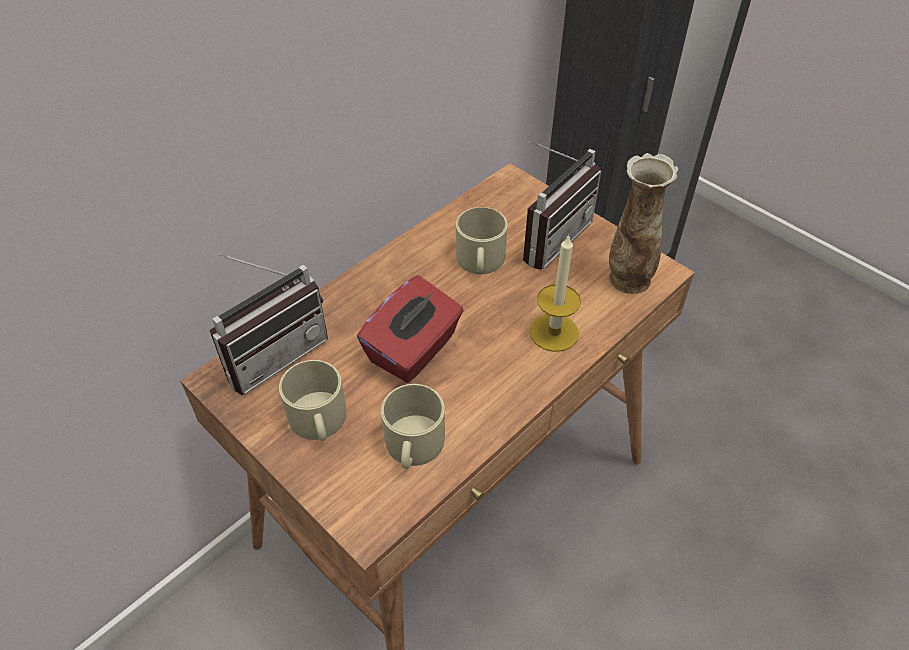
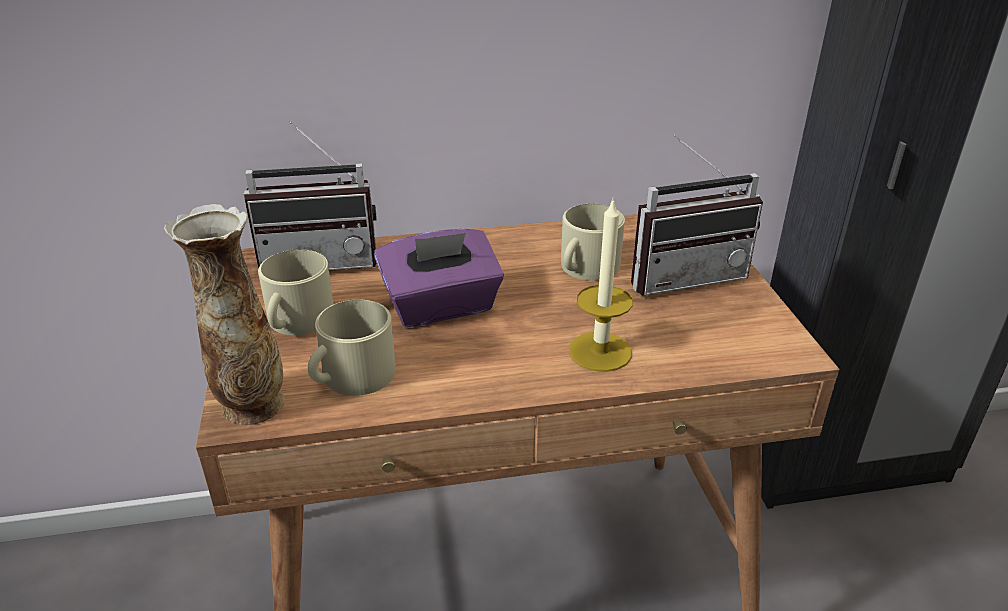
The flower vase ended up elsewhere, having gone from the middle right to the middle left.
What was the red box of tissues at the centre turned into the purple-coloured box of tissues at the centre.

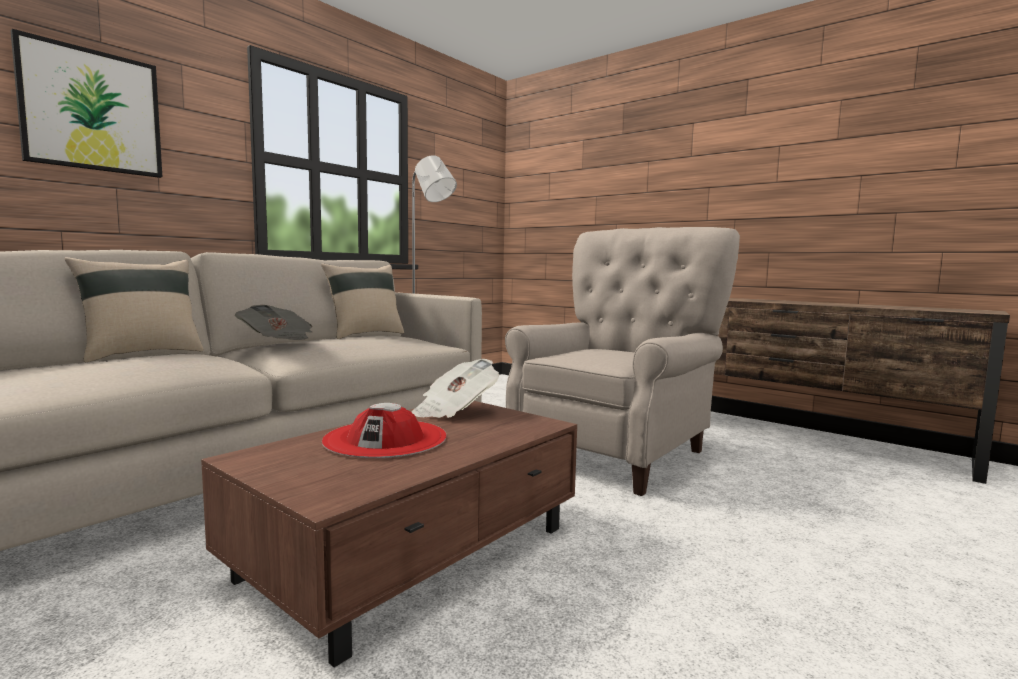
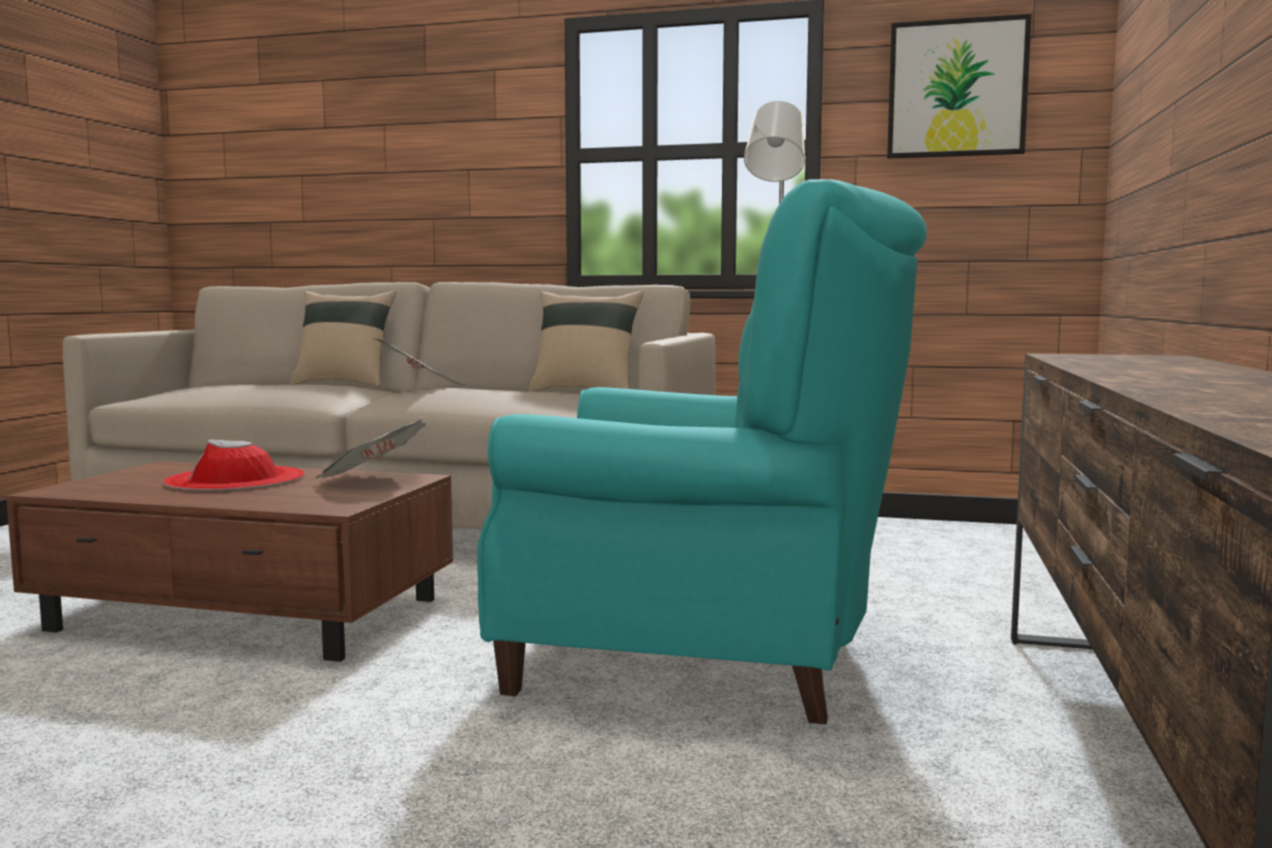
The picture ended up elsewhere, having gone from the top left to the top right.
What was the beige armchair at the centre turned into the turquoise-coloured armchair at the centre.

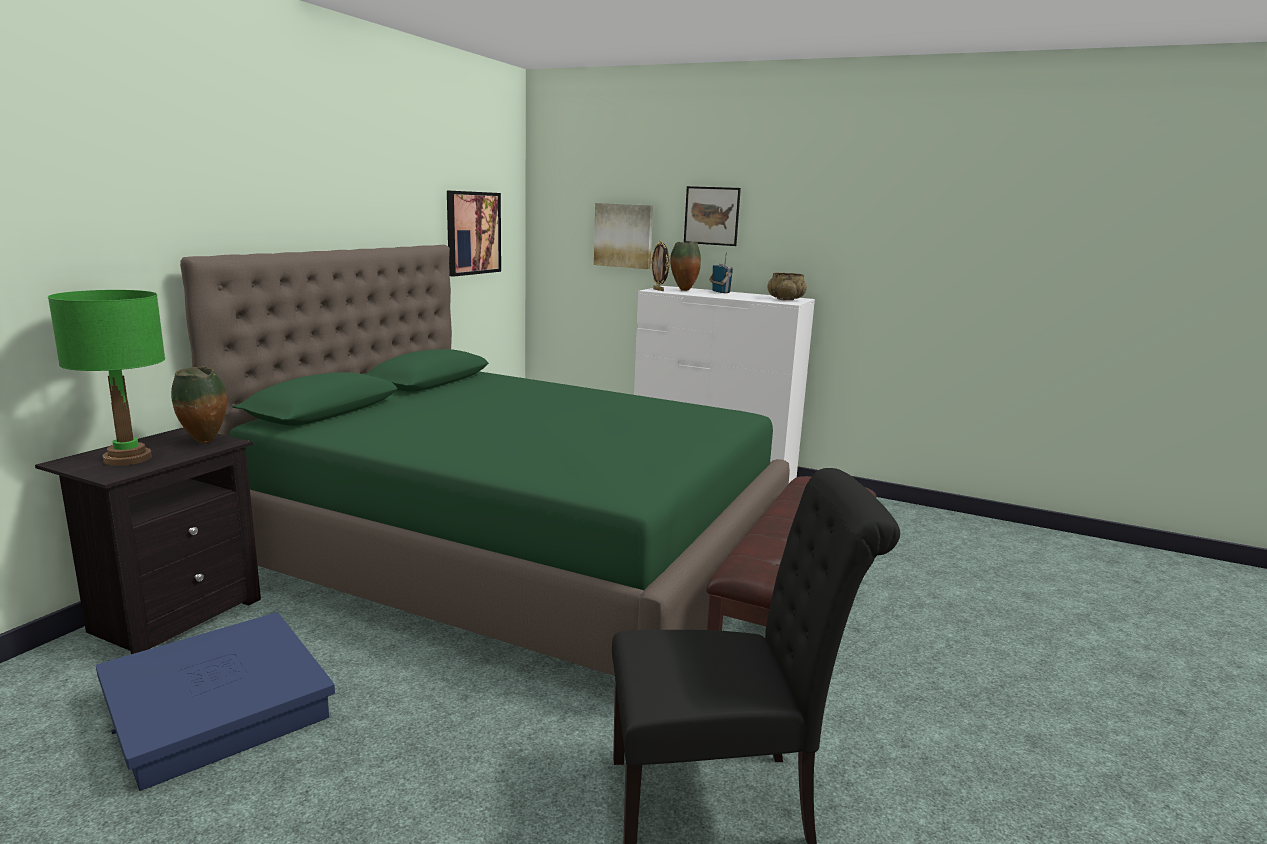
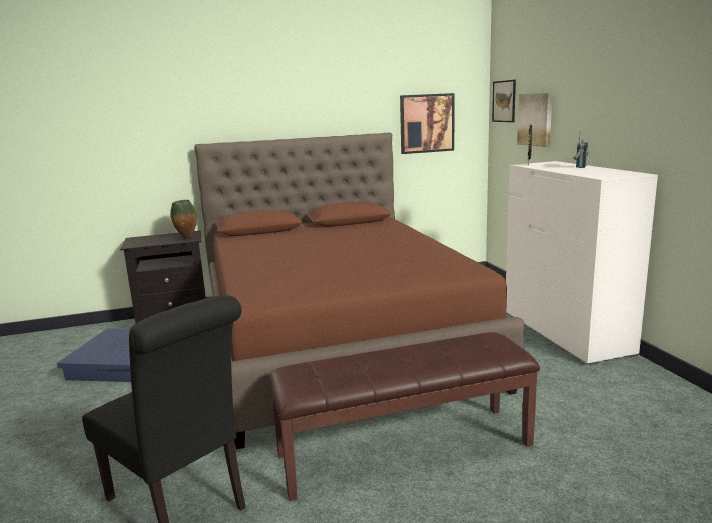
The picture (3rd from left in the first image) ended up elsewhere, having gone from the top centre to the top right.
The second view lost the flower vase (2nd from left) at the top centre.
What was the green bed at the centre turned into the brown bed at the centre.
The second view lost the beige bowl at the centre.
The second view lost the green lamp for a table at the middle left.

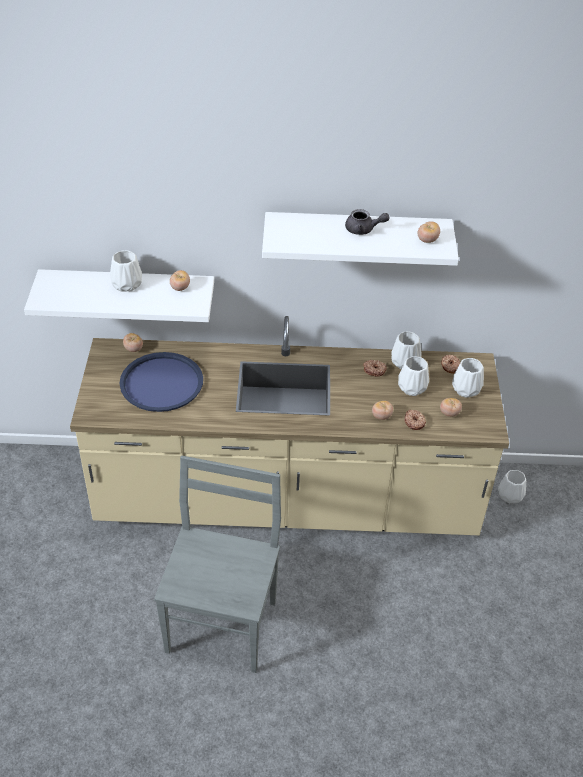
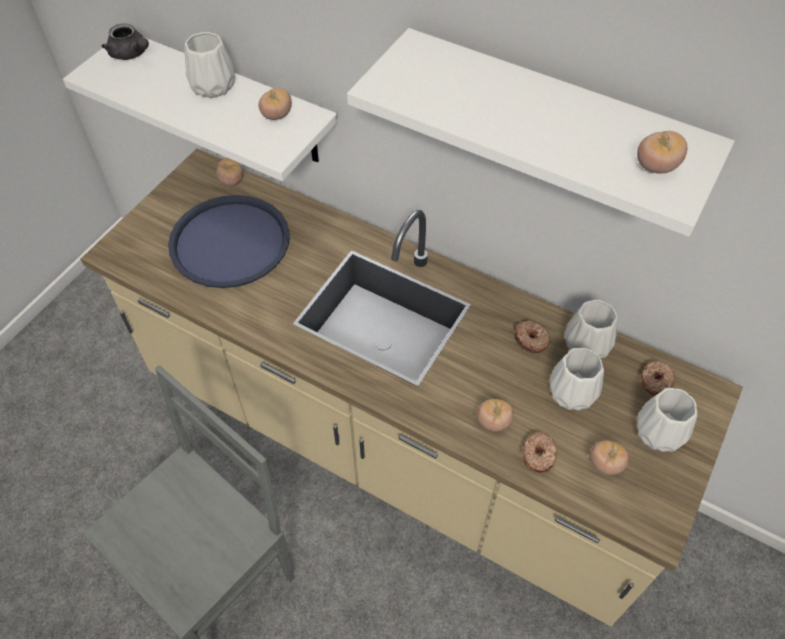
The greyish pot for tea ended up elsewhere, having gone from the top centre to the top left.
The second view lost the whitish flower vase (5th from left) at the middle right.

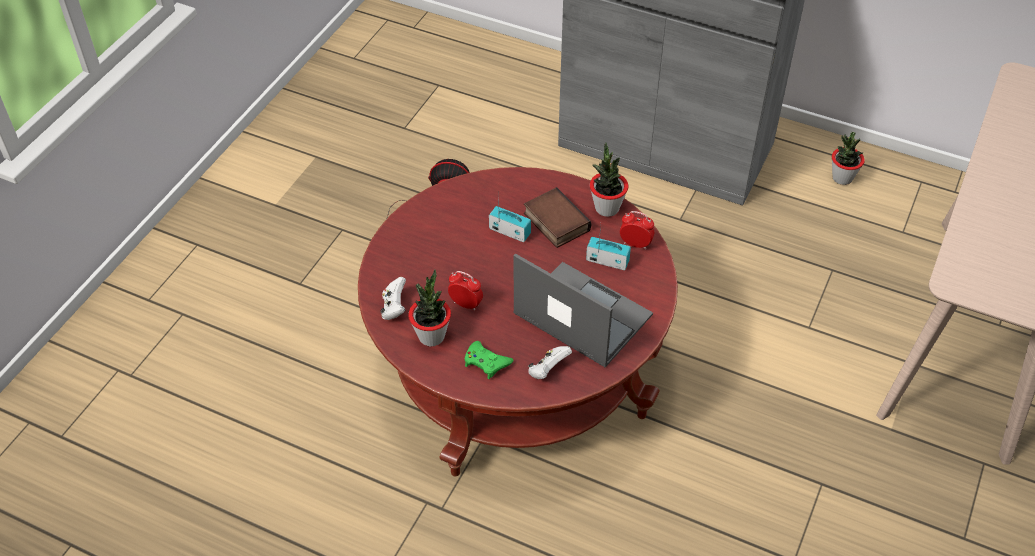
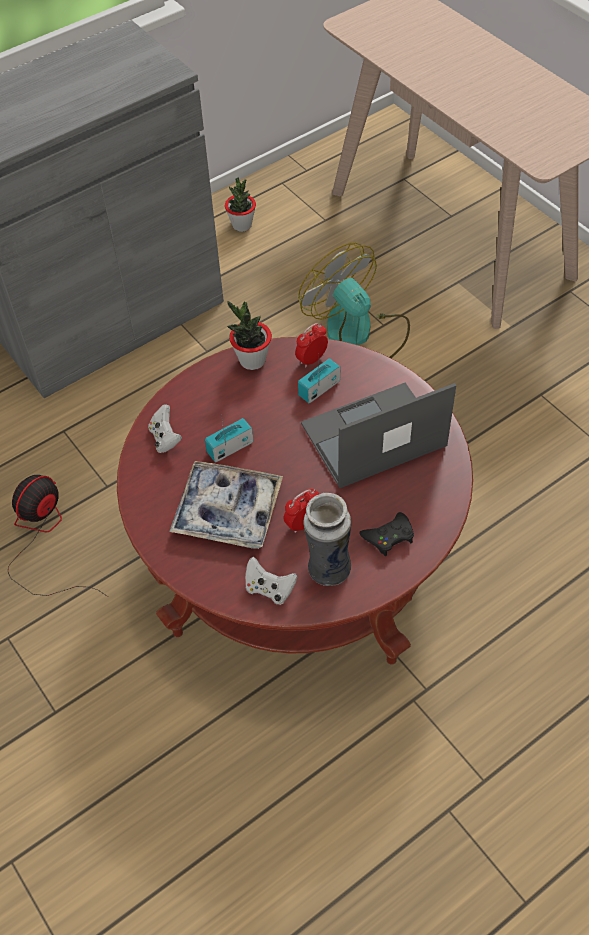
The second view lost the volume at the centre.
Where the houseplant (1st from left) stood at the centre, the flower vase came to stand at the centre.
What was the green gamepad at the centre turned into the blackish gamepad at the centre.
The whitish gamepad (2nd from left in the first image) ended up elsewhere, having gone from the centre to the middle left.
The second view gained the fan (2nd from left) at the top centre.
The second view gained the carrying tray at the centre.

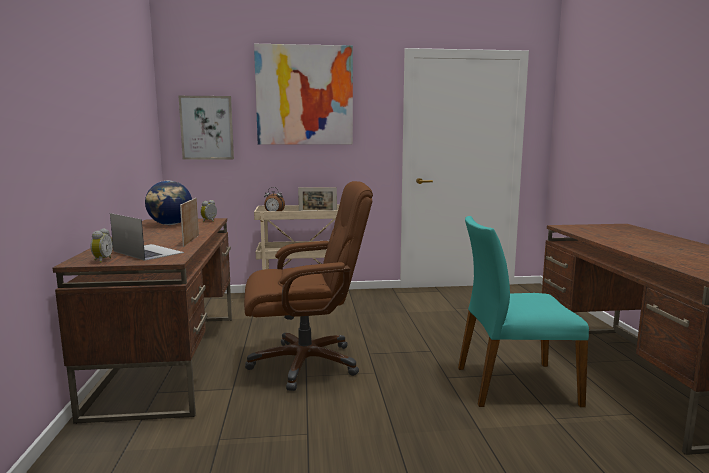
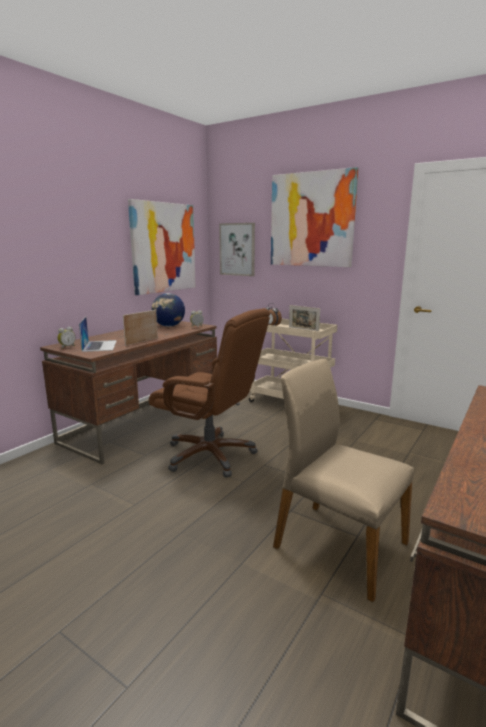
What was the turquoise-coloured chair at the middle right turned into the beige chair at the middle right.
The second view gained the picture (1st from left) at the centre.

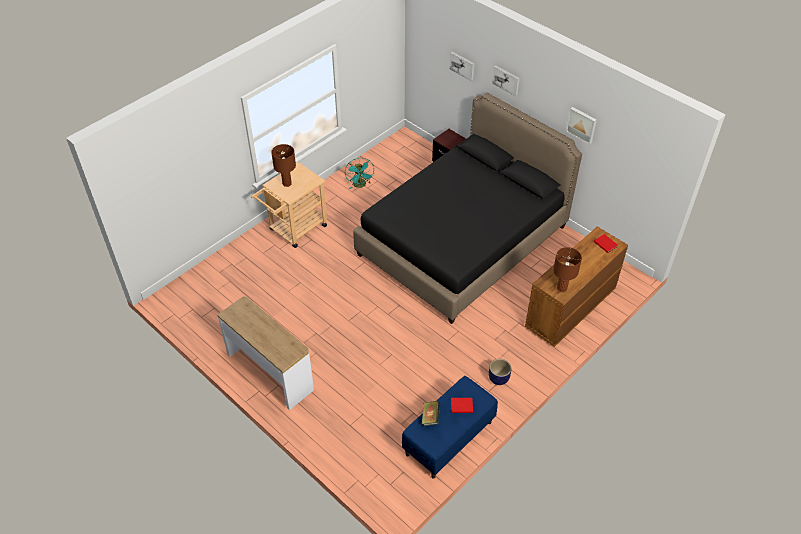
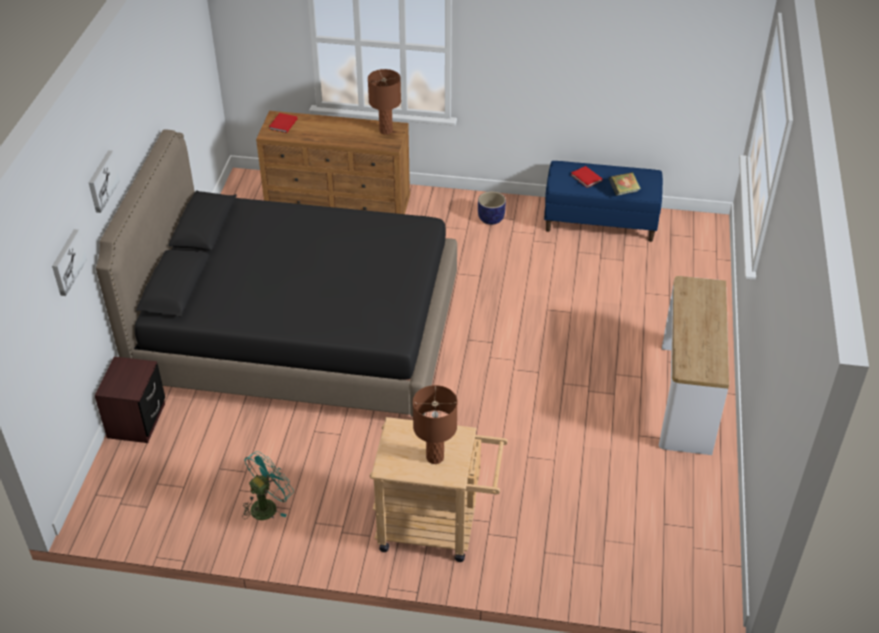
The second view lost the picture (3rd from left) at the top right.

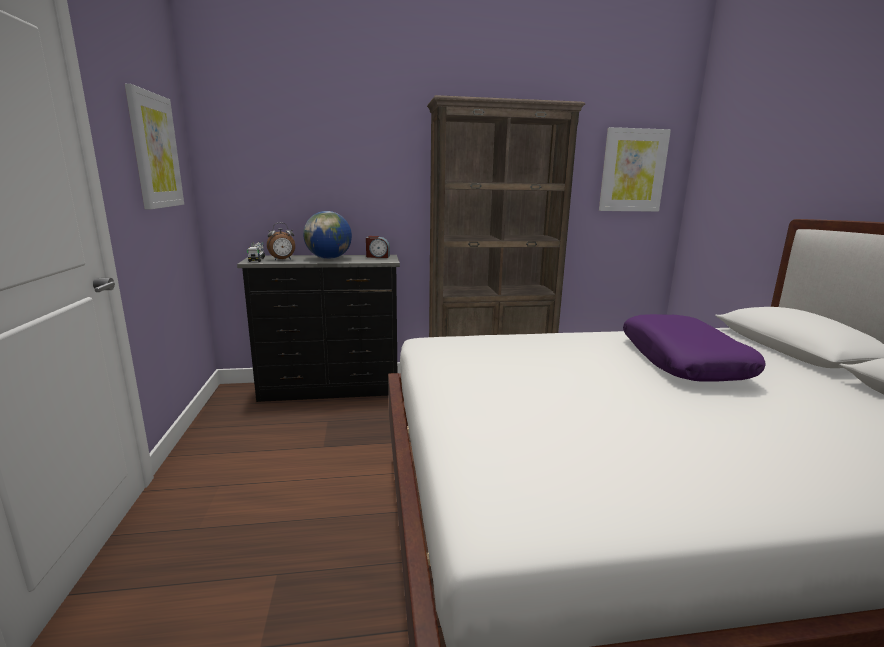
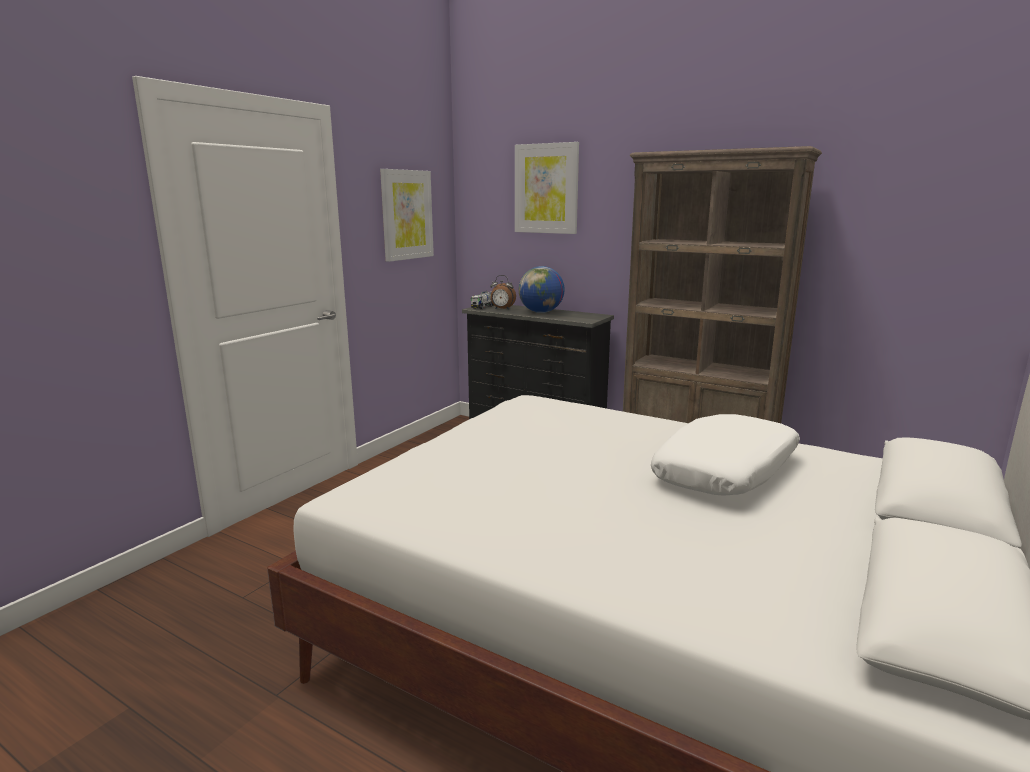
The picture (2nd from left) ended up elsewhere, having gone from the top right to the top centre.
The second view lost the bedside clock (2nd from left) at the centre.
What was the purple-coloured cushion at the middle right turned into the whitish cushion at the middle right.

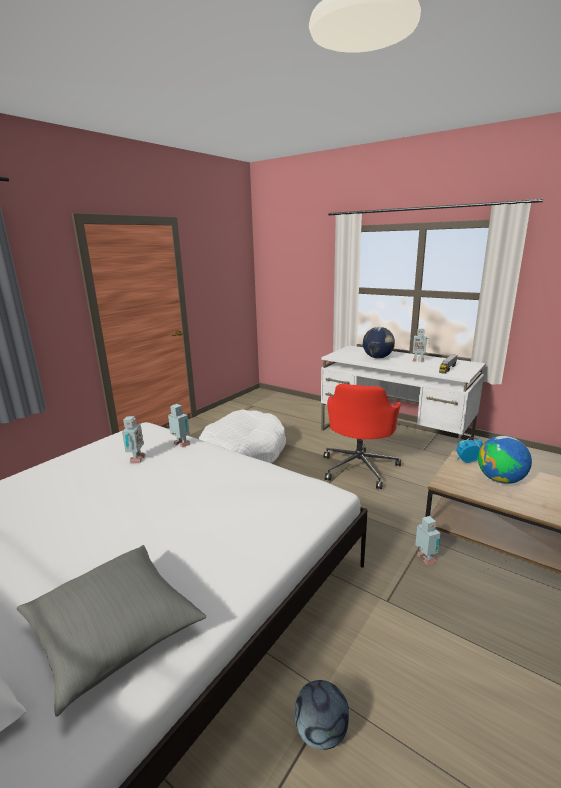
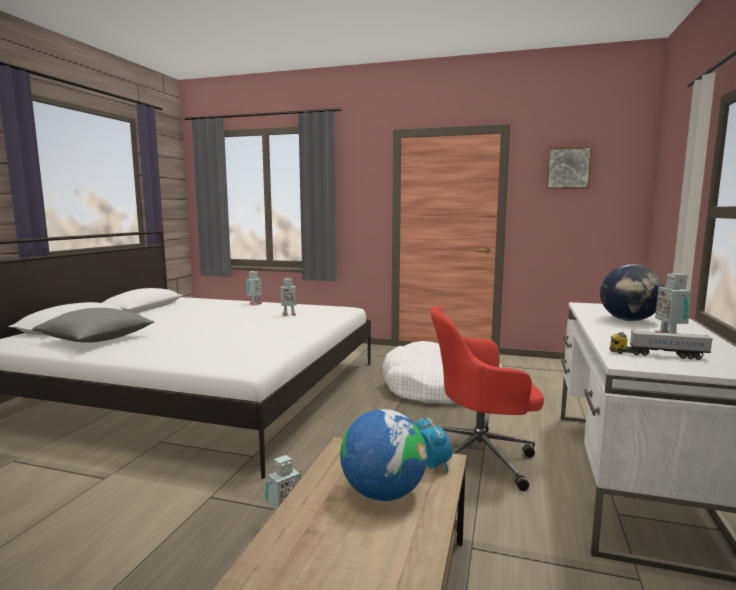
The model robot (2nd from left in the first image) ended up elsewhere, having gone from the middle left to the centre.
The second view lost the football at the bottom centre.
The second view gained the picture at the top right.

